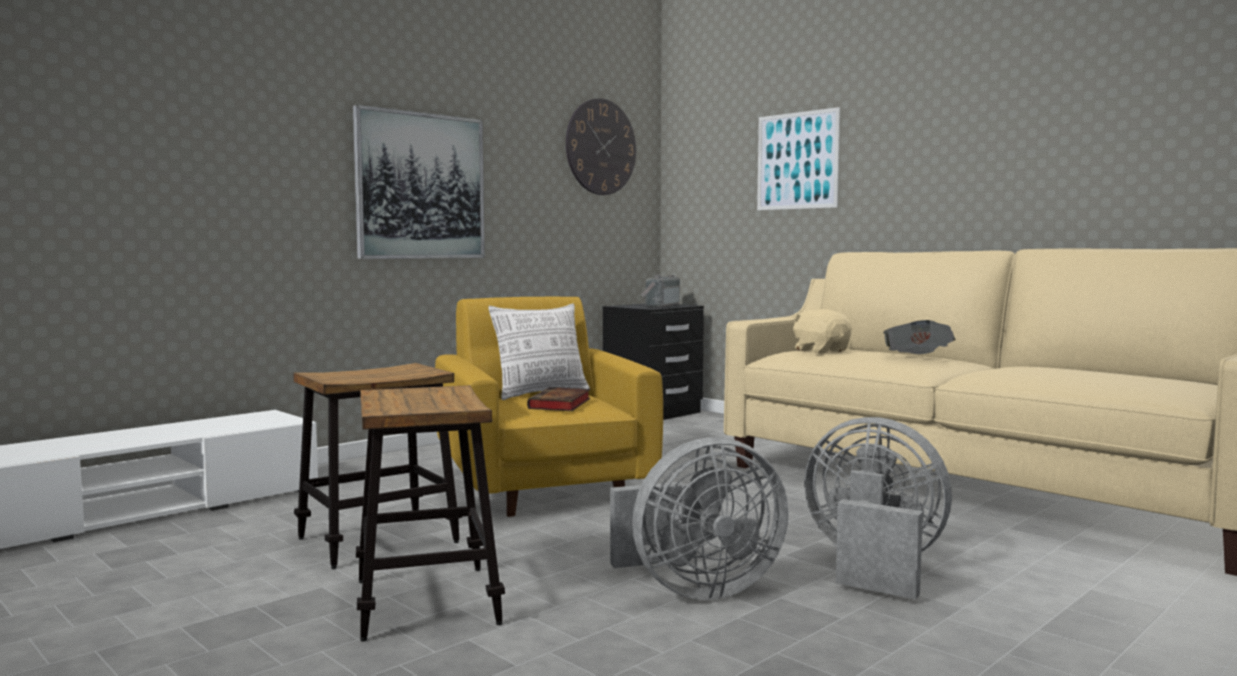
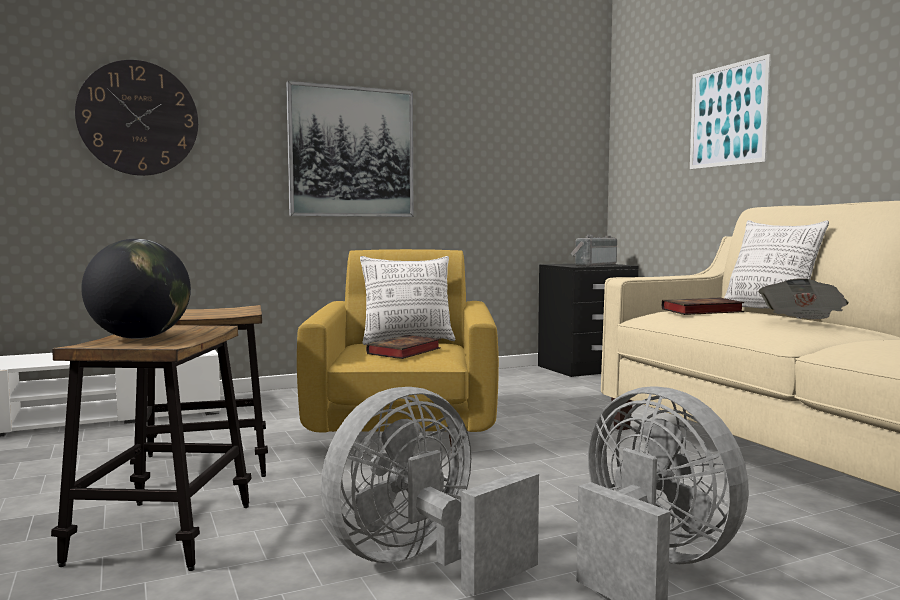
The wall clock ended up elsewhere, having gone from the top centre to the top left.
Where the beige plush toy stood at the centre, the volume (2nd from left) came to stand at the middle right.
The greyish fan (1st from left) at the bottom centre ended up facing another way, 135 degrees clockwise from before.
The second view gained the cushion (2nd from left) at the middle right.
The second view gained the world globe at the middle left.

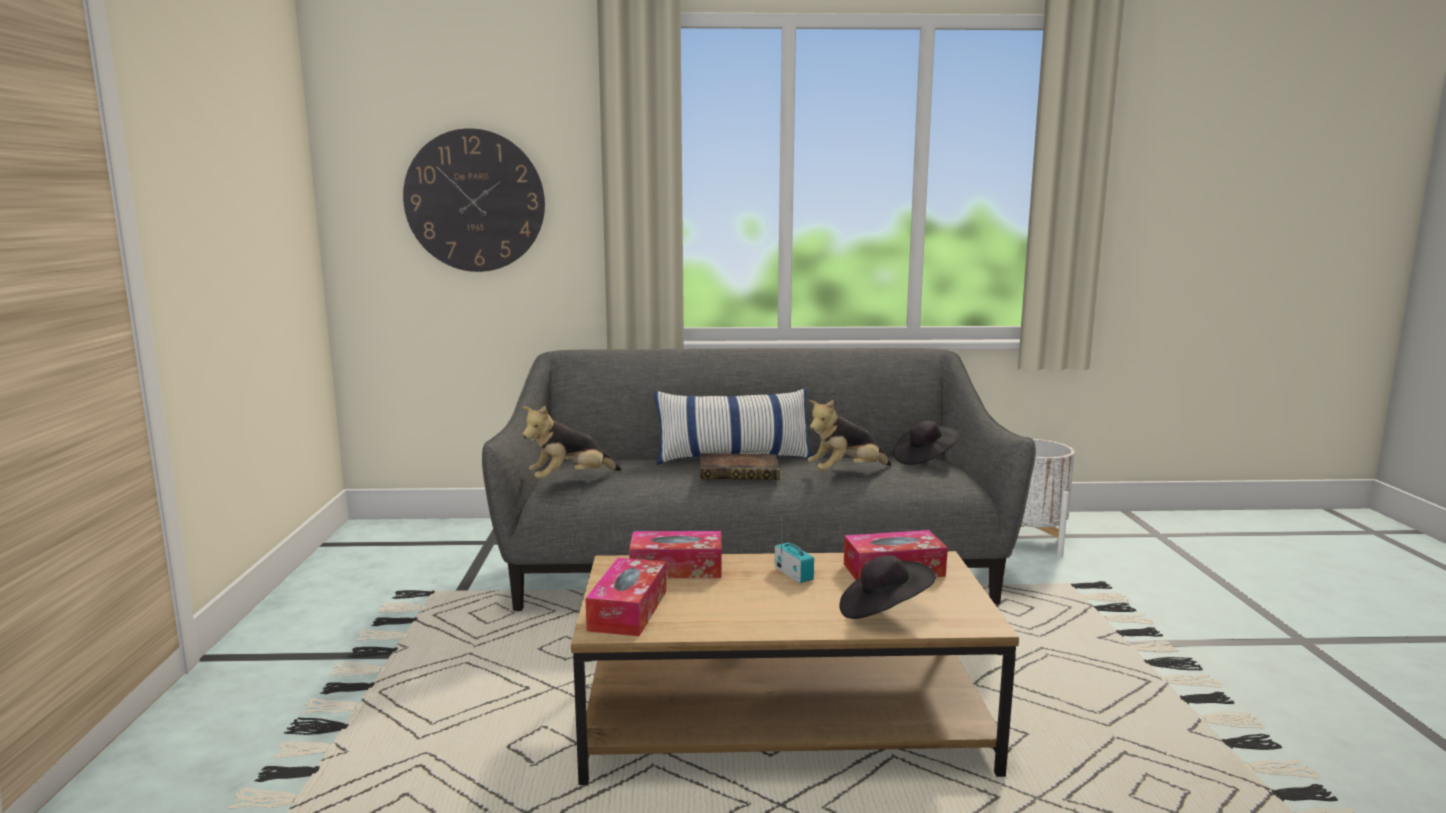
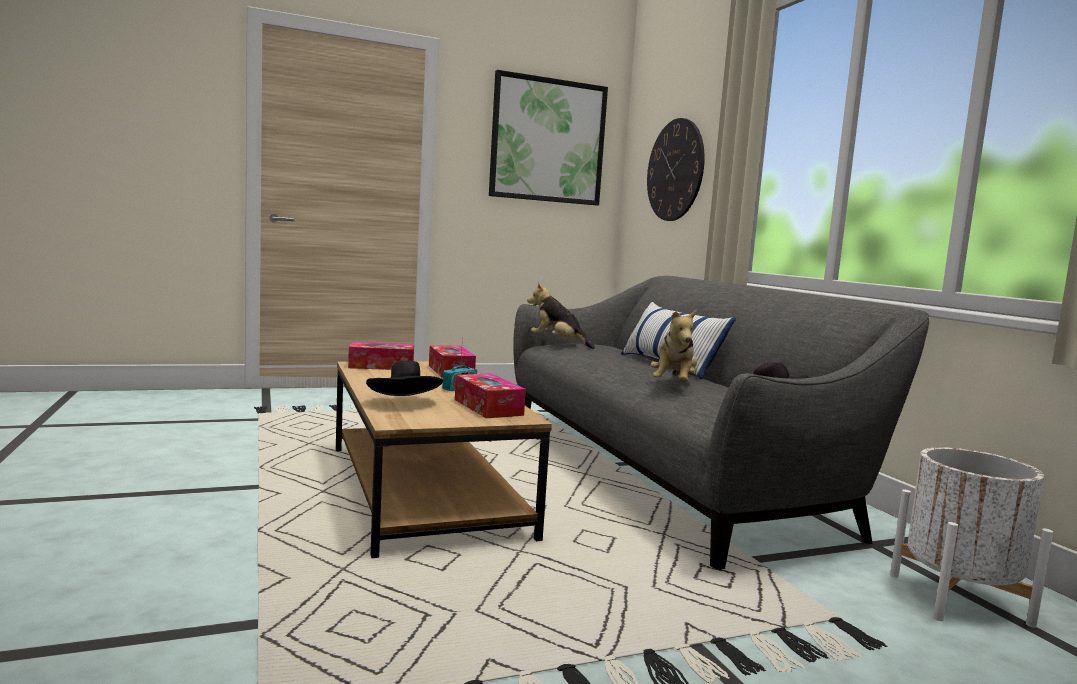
The plush toy (2nd from left) at the centre ended up facing another way, 120 degrees counterclockwise from before.
The second view lost the volume at the centre.
The second view gained the picture at the top centre.

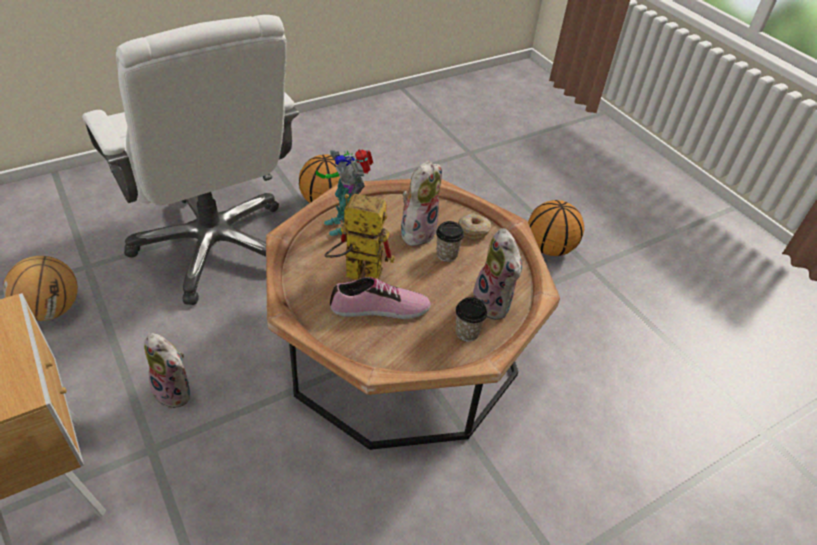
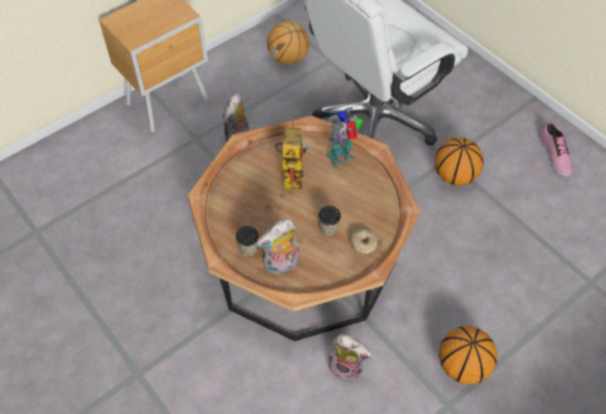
The plush toy (2nd from left in the first image) ended up elsewhere, having gone from the centre to the bottom centre.
The low shoe ended up elsewhere, having gone from the centre to the middle right.

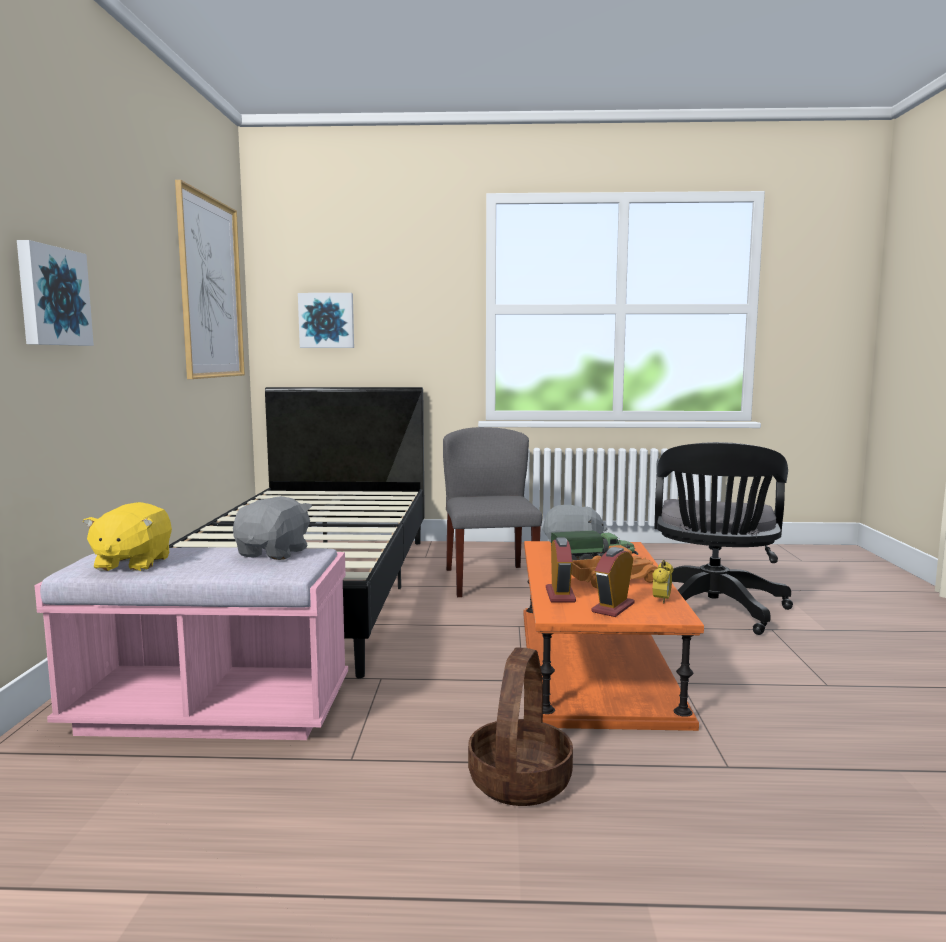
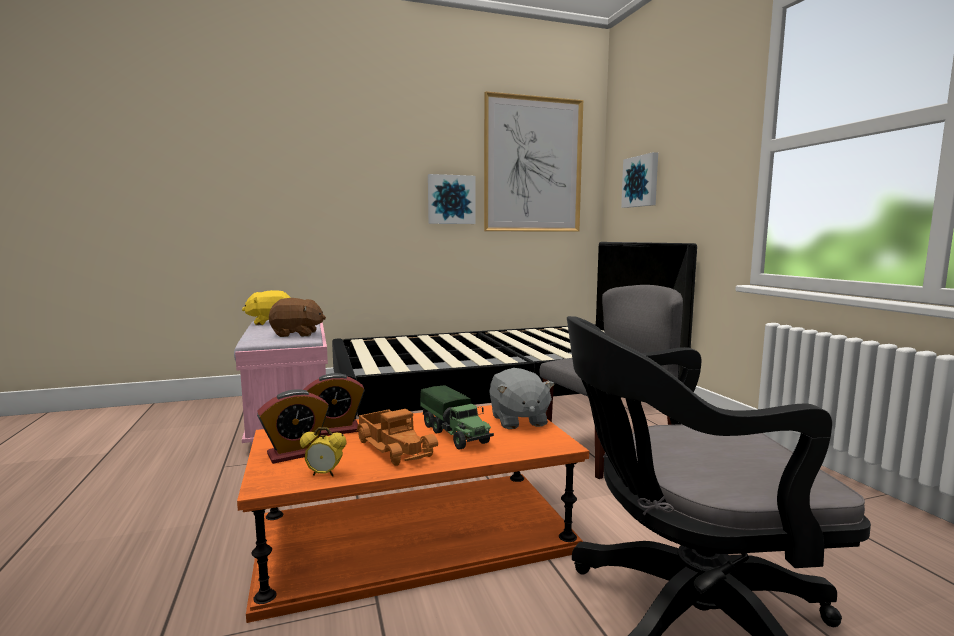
The picture (1st from left) ended up elsewhere, having gone from the top left to the top centre.
What was the greyish plush toy (1st from left) at the middle left turned into the brown plush toy at the middle left.
The bedside clock (2nd from left in the first image) at the centre ended up facing another way, 135 degrees clockwise from before.
The second view lost the basket at the bottom centre.

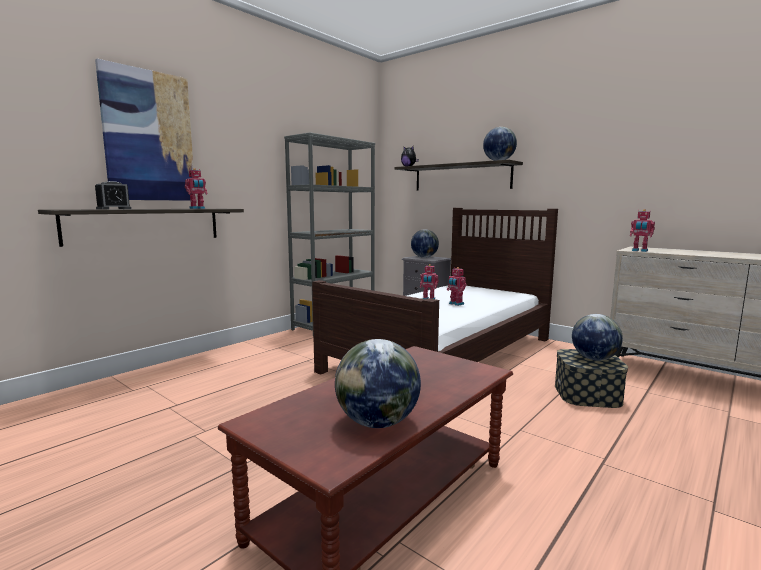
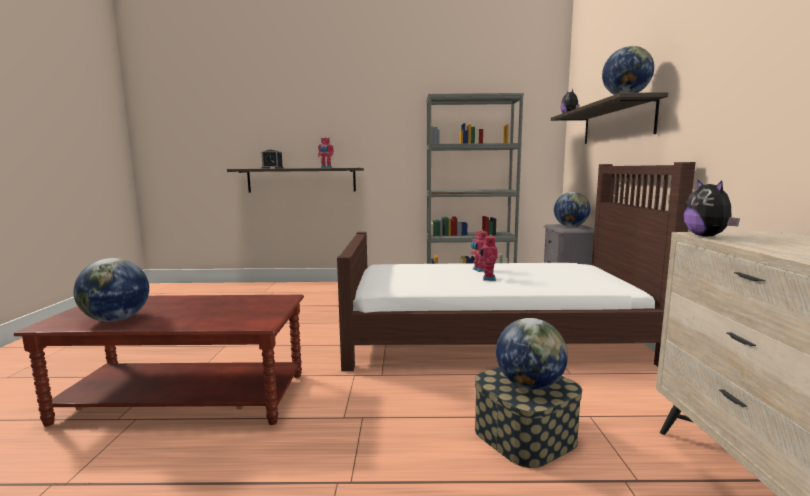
The second view lost the picture at the top left.
Where the model robot (4th from left) stood at the middle right, the plush toy (2nd from left) came to stand at the middle right.

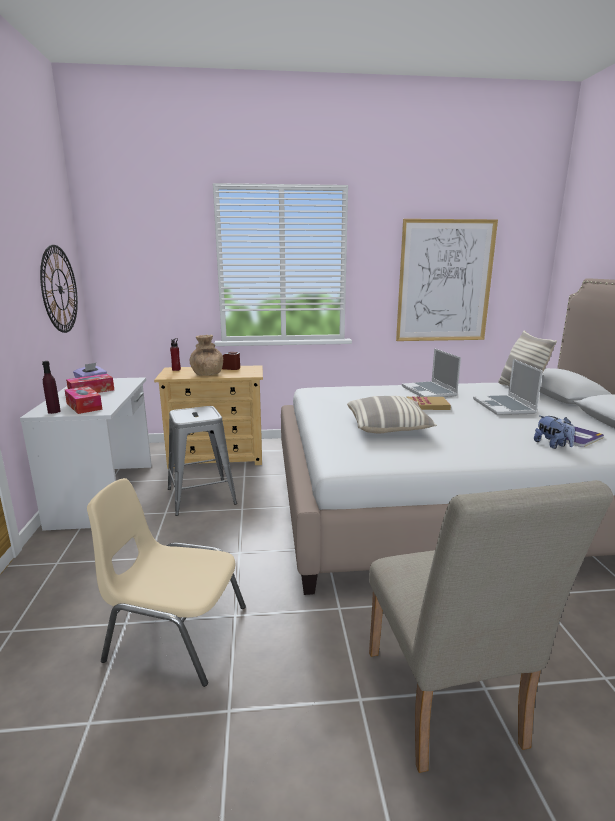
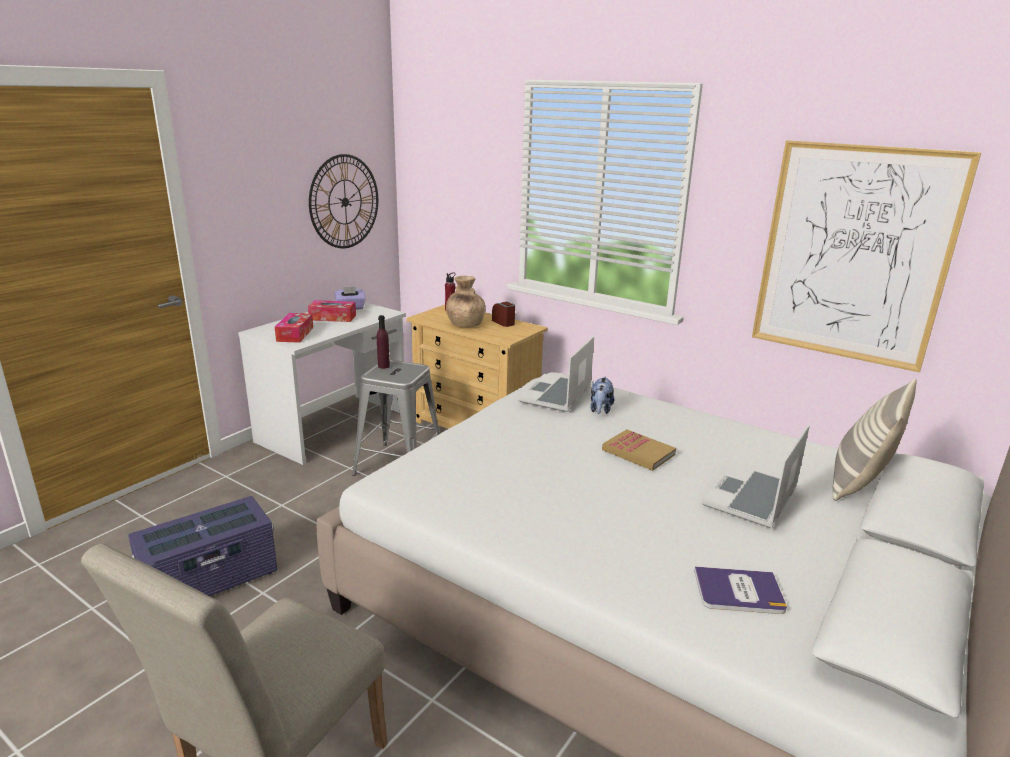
The notebook computer (1st from left) ended up elsewhere, having gone from the middle right to the centre.
The purple-coloured drink bottle ended up elsewhere, having gone from the middle left to the centre.
The second view lost the cushion (1st from left) at the centre.
The plush toy ended up elsewhere, having gone from the middle right to the centre.
Where the beige chair (1st from left) stood at the bottom left, the purple-coloured storage container came to stand at the bottom left.

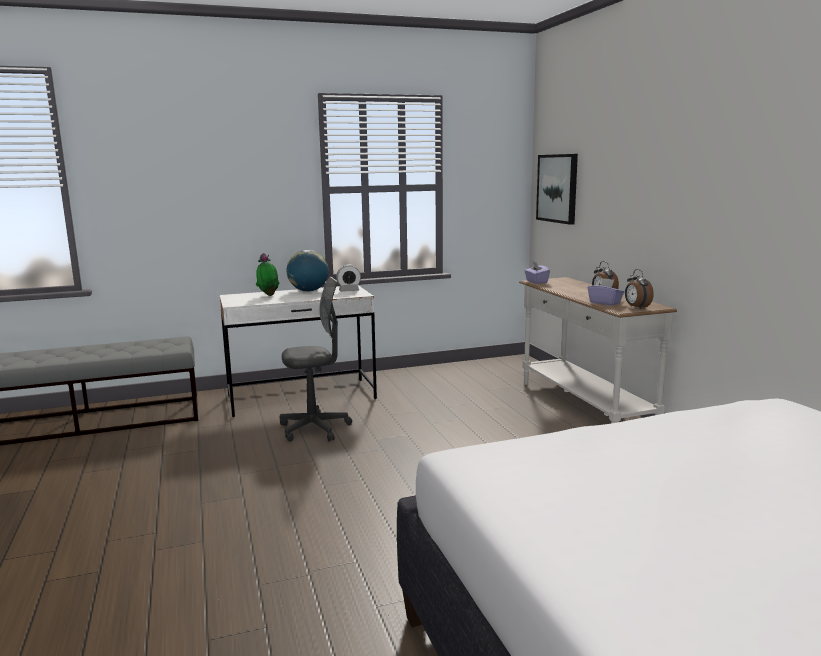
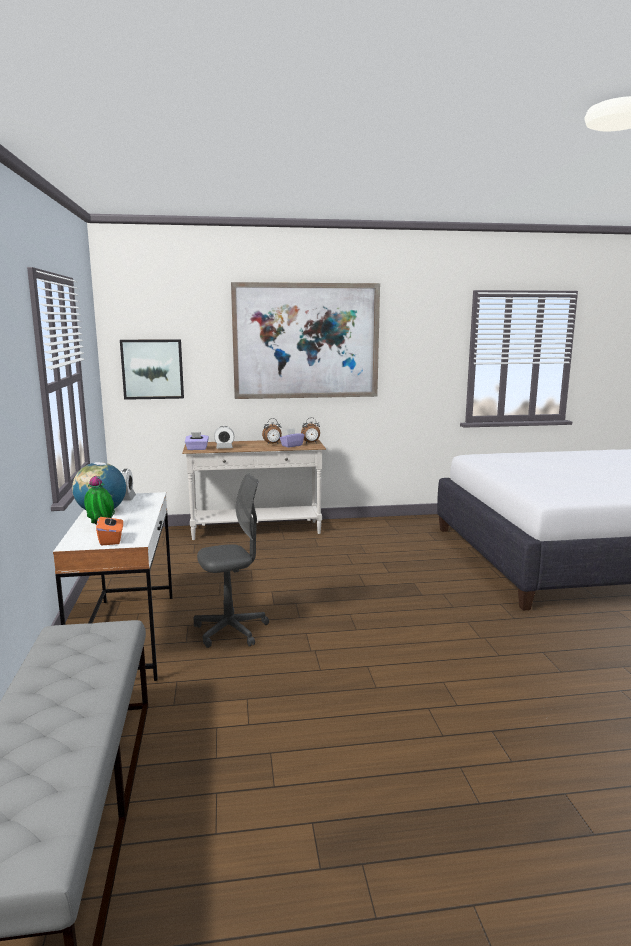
The greyish desk chair at the centre ended up facing another way, 75 degrees clockwise from before.
The second view gained the picture (2nd from left) at the centre.
The second view gained the bedside clock (2nd from left) at the centre.
The second view gained the orange-coloured box of tissues at the middle left.

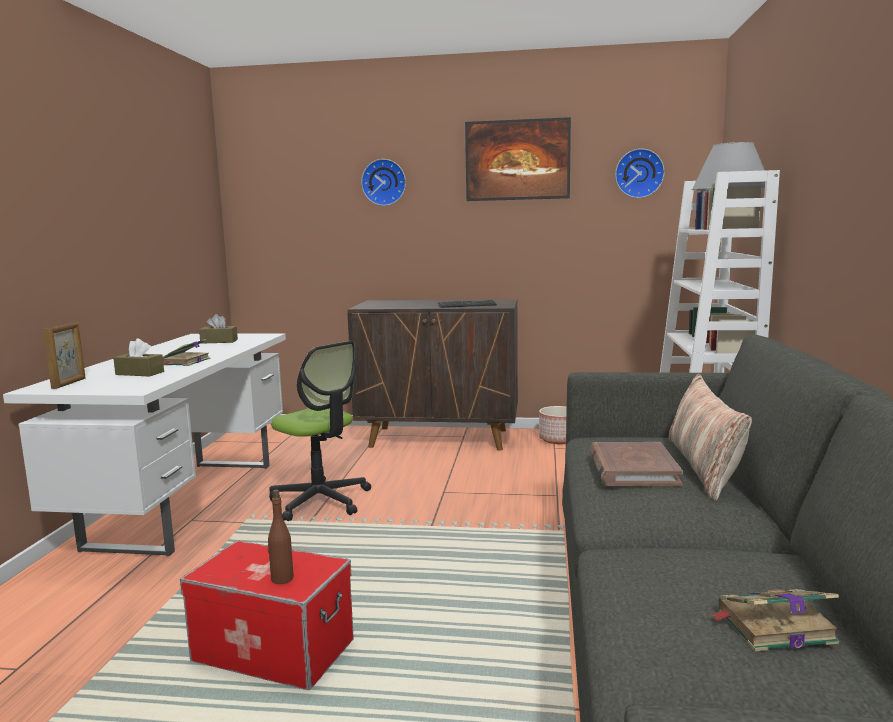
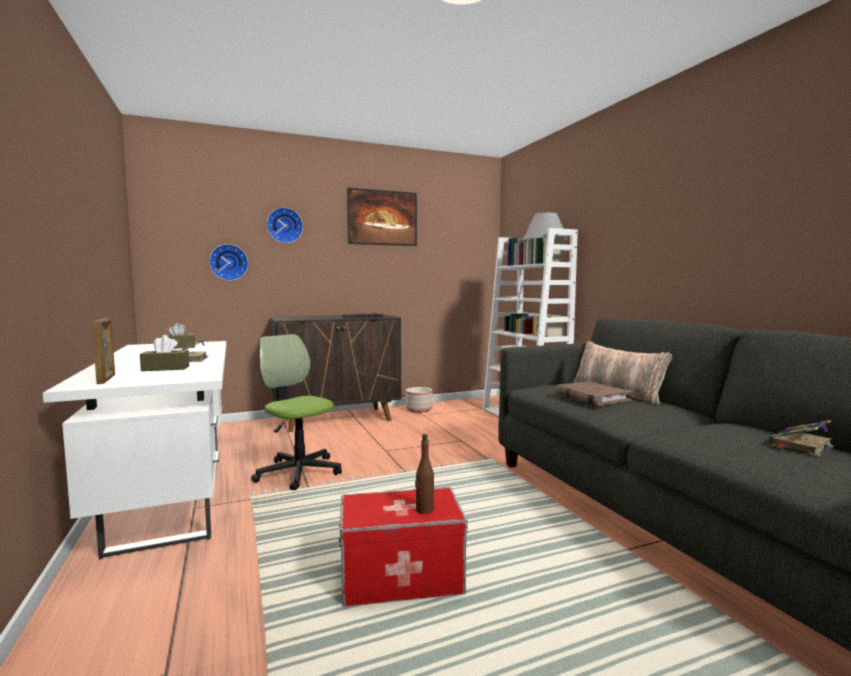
The wall clock (2nd from left in the first image) ended up elsewhere, having gone from the top right to the middle left.
The desk chair at the centre ended up facing another way, 150 degrees counterclockwise from before.

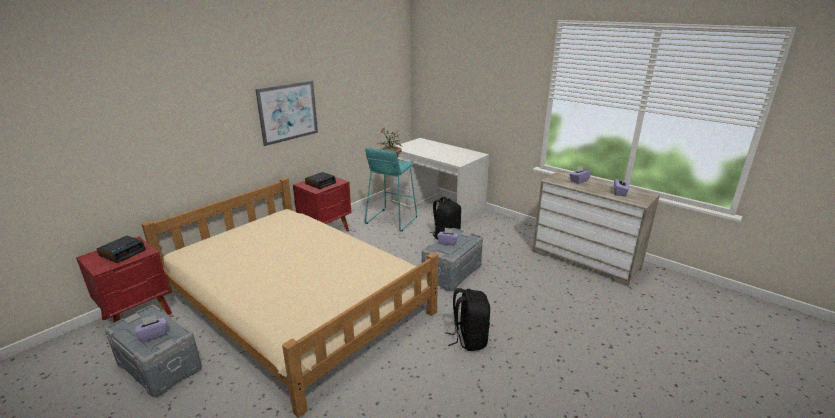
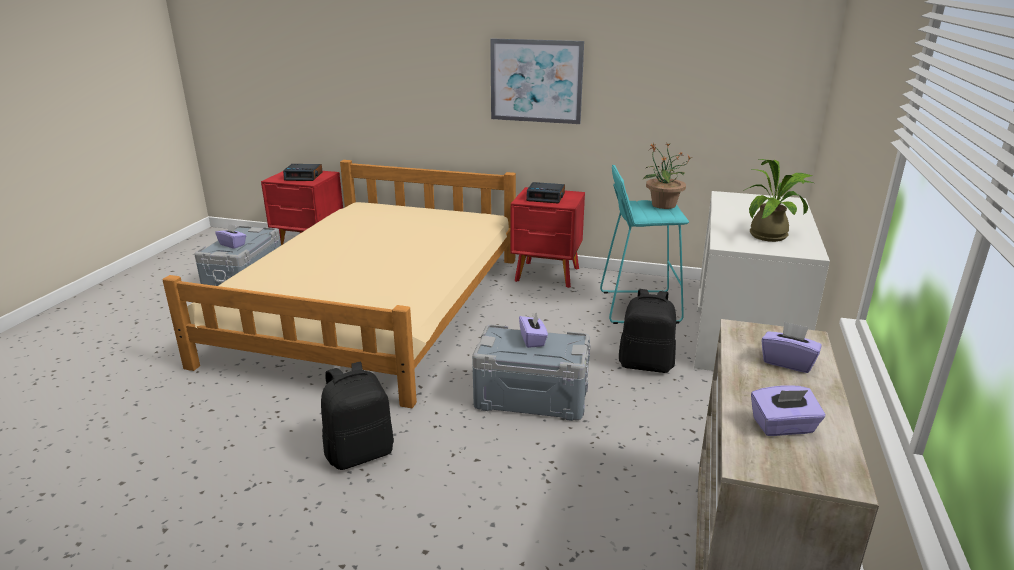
The second view gained the houseplant (2nd from left) at the middle right.

